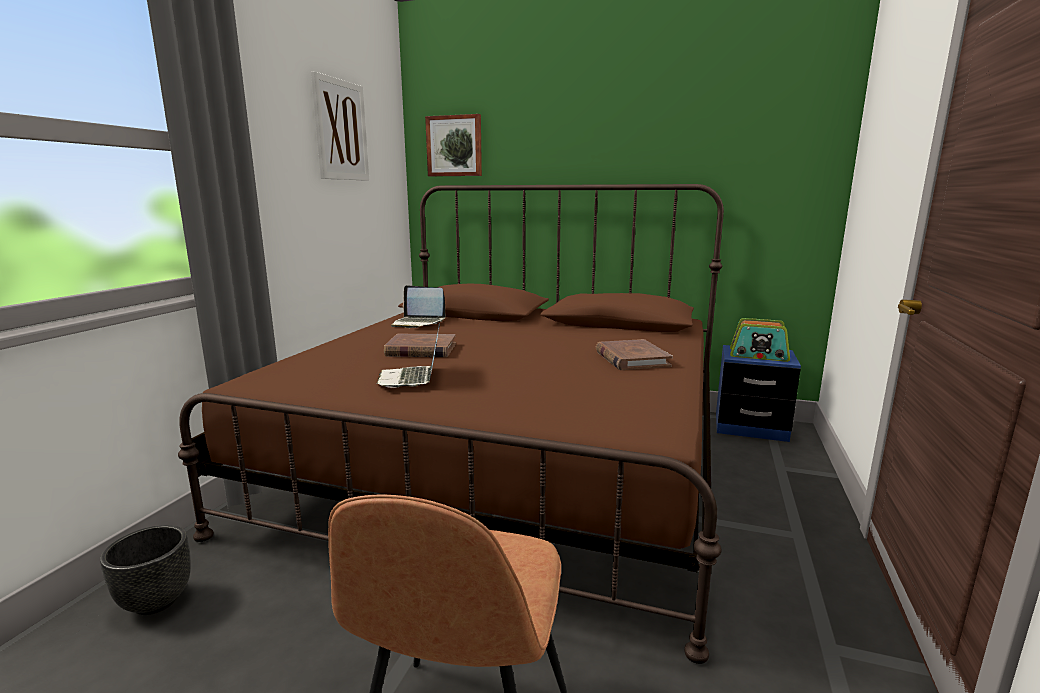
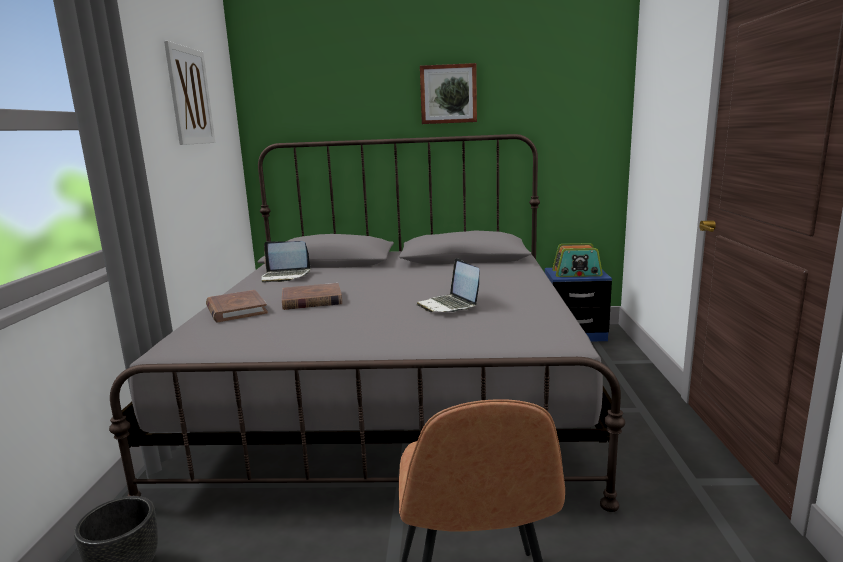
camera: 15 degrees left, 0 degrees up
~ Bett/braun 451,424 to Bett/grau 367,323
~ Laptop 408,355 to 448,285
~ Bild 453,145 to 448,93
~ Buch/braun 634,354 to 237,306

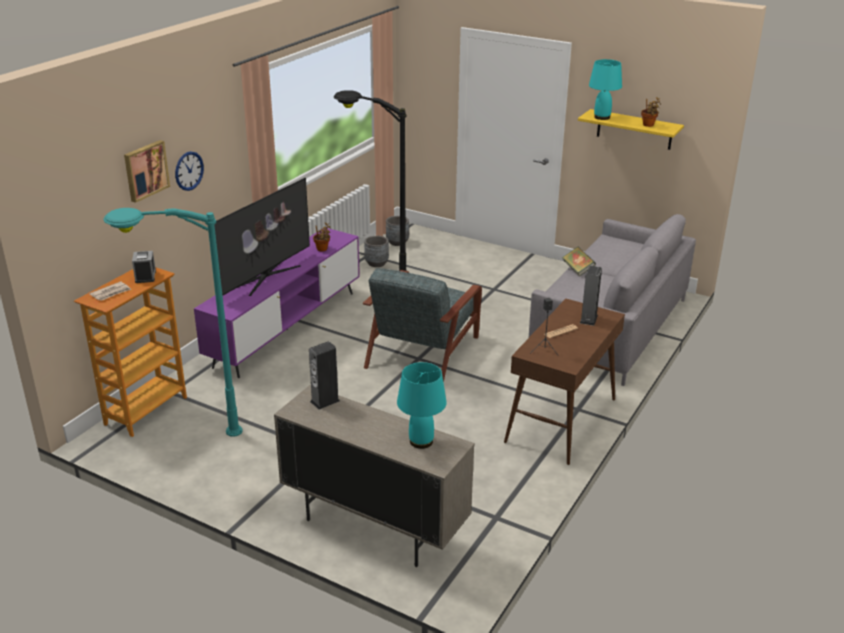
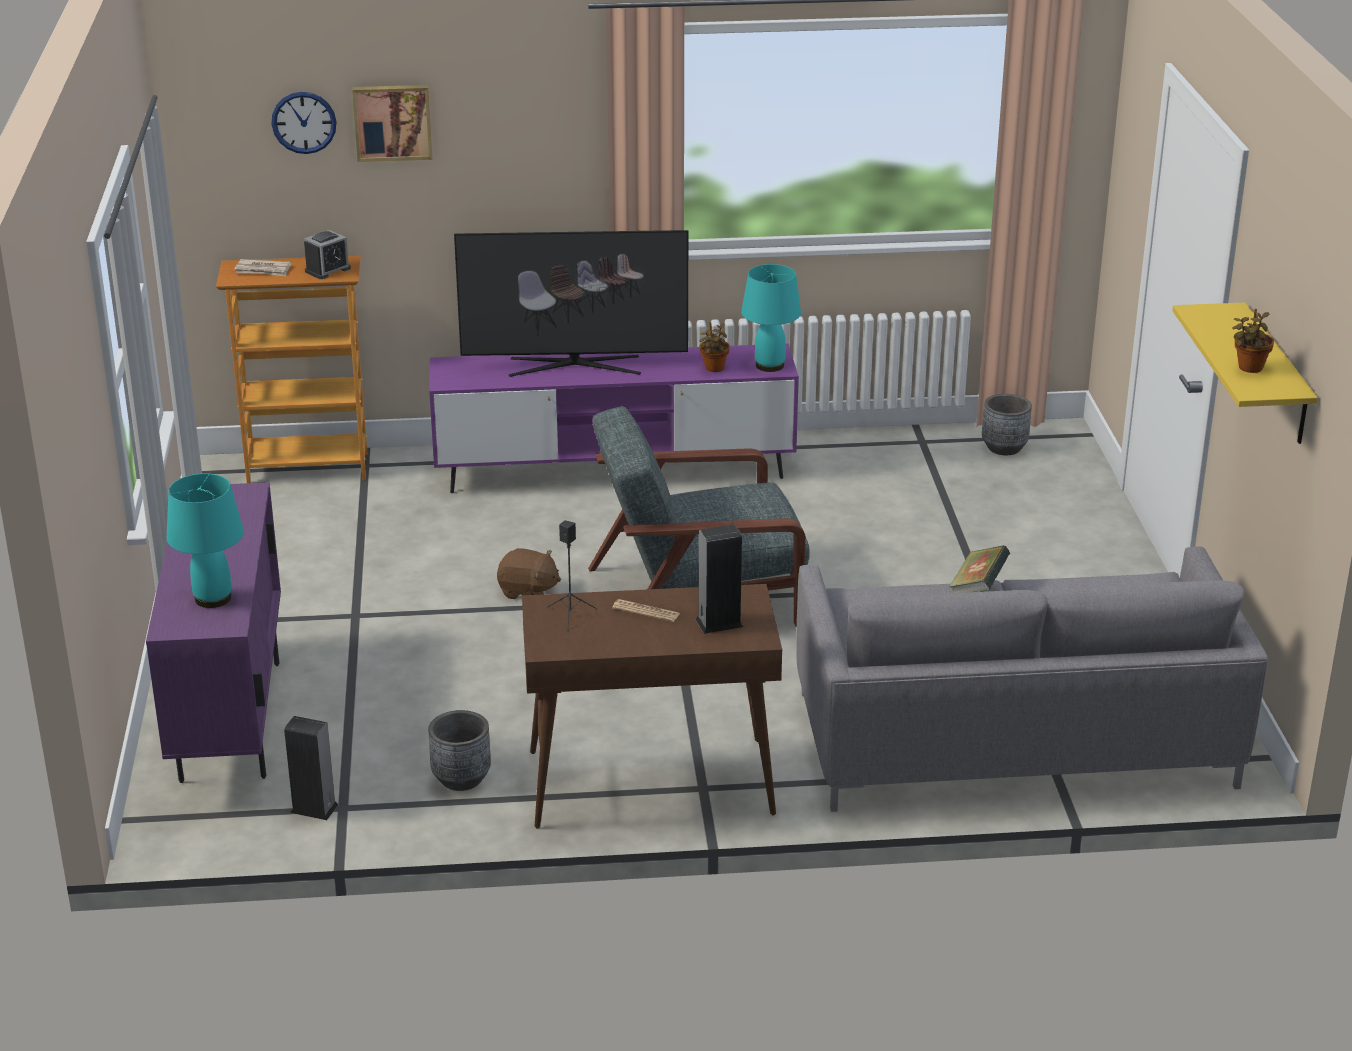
camera: 55 degrees right, 0 degrees up
- Stehlampe/türkis 173,322
~ Wanduhr 189,171 to 304,123
~ Schrank/beige 374,476 to Schrank/lila 213,632
~ Lautsprecher 324,375 to 311,768
- Stehlampe/schwarz 370,180
~ Pflanzkübel/grau 376,251 to 459,750
~ Tischlampe/türkis 605,89 to 771,318
+ Plüschtier/braun 529,573

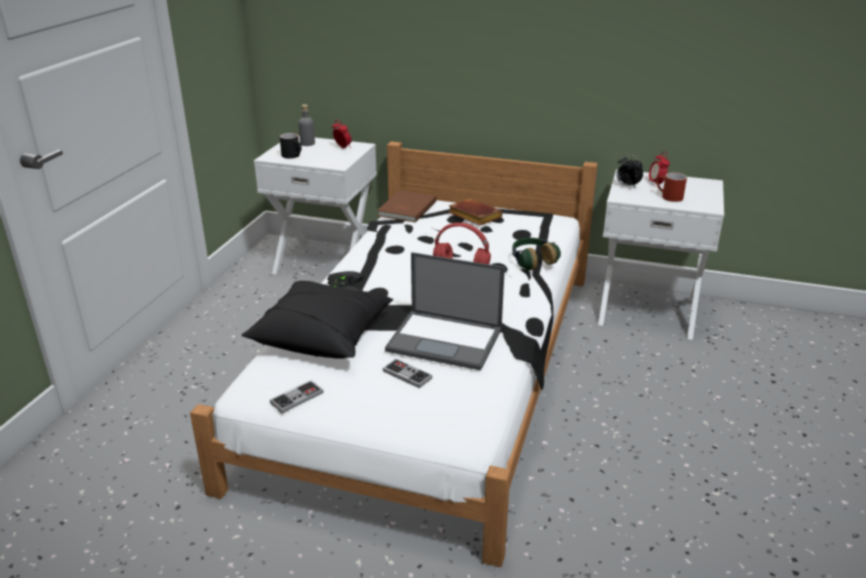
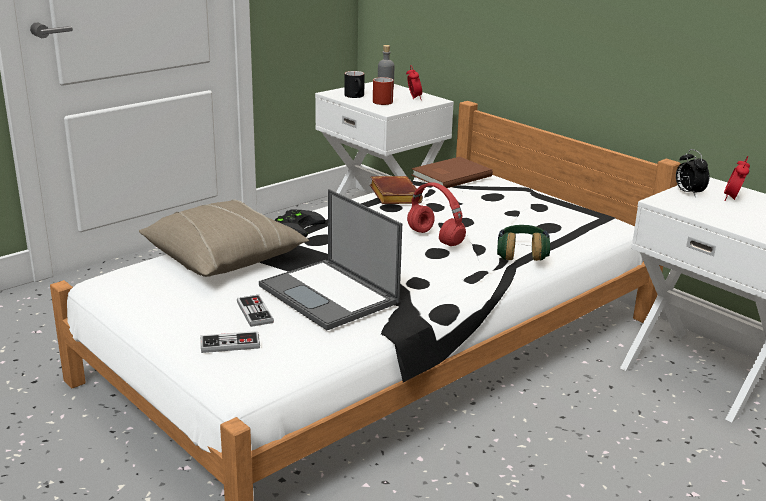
camera: 30 degrees right, 5 degrees down
~ Kissen/schwarz 317,319 to Kissen/beige 224,238
~ Gamepad 296,396 to 230,342
~ Buch/braun 475,212 to 396,190
~ Henkelbecher/rot 671,187 to 383,91

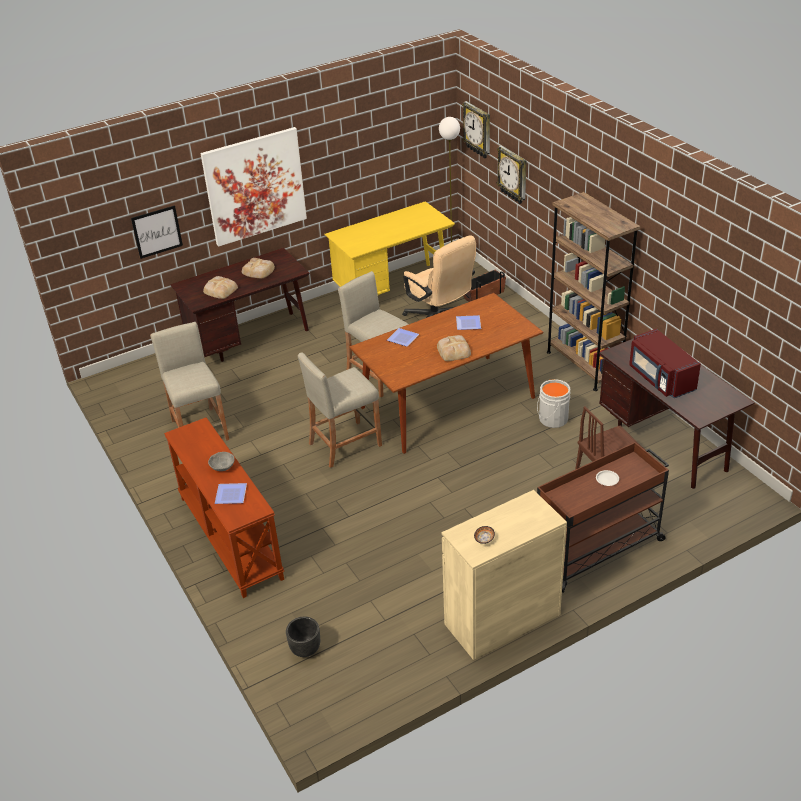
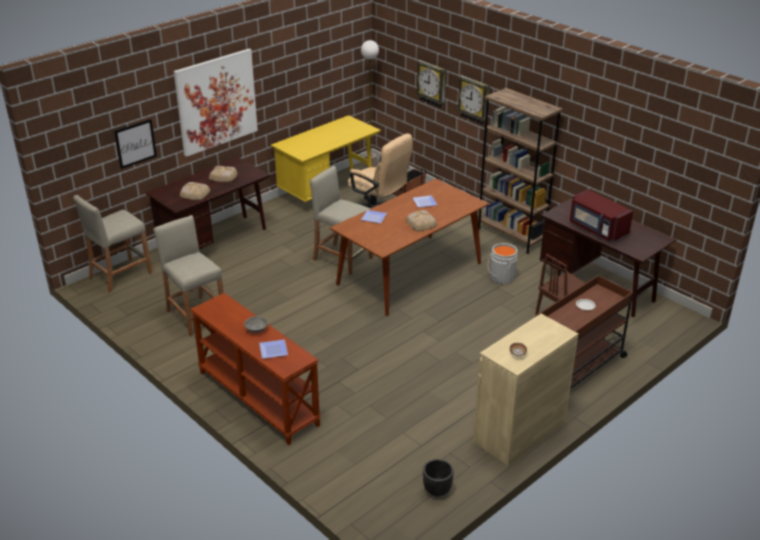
camera: 15 degrees left, 5 degrees down
~ Pflanzkübel/schwarz 303,637 to 438,478
~ Hocker/beige 340,410 to 112,244
~ Wanduhr 476,129 to 473,100

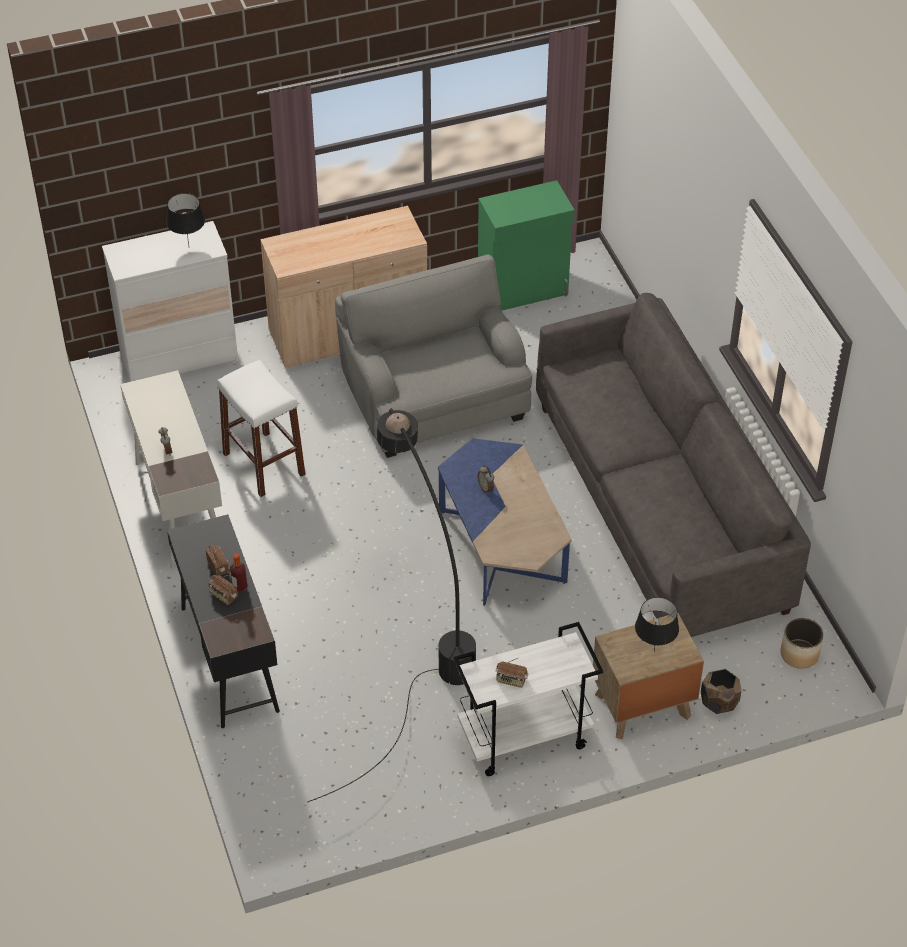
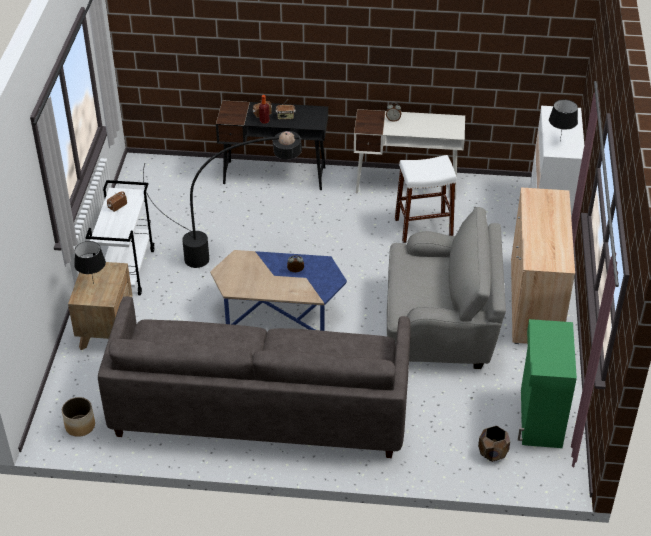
camera: 115 degrees right, 5 degrees down
~ Pflanzkübel/braun 721,691 to 494,444

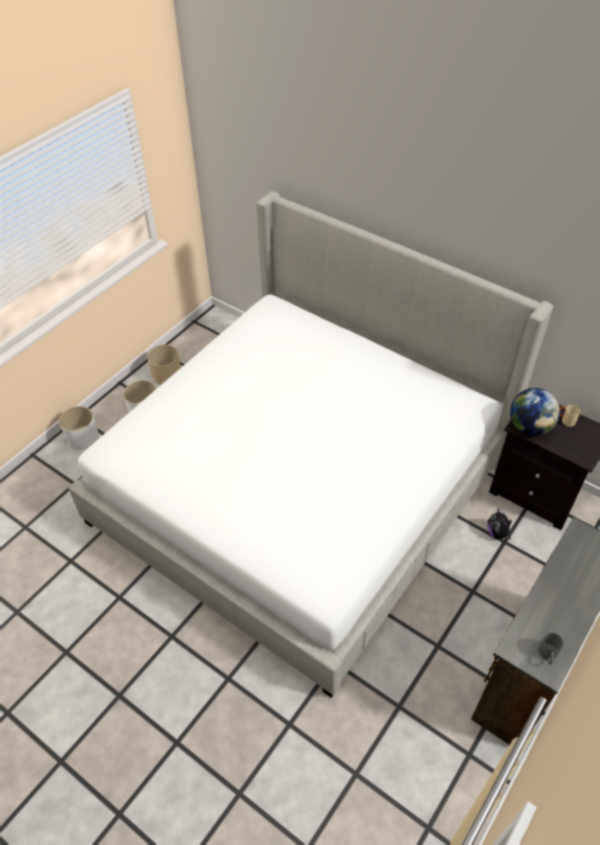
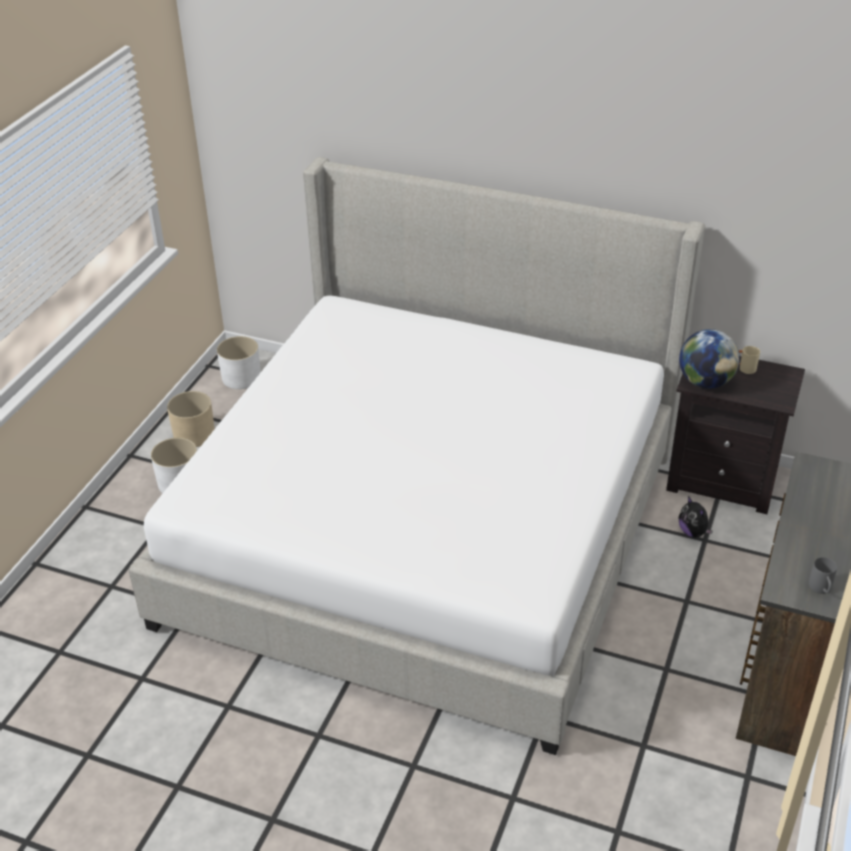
camera: 15 degrees left, 10 degrees down
~ Pflanzkübel/weiß 79,428 to 239,362

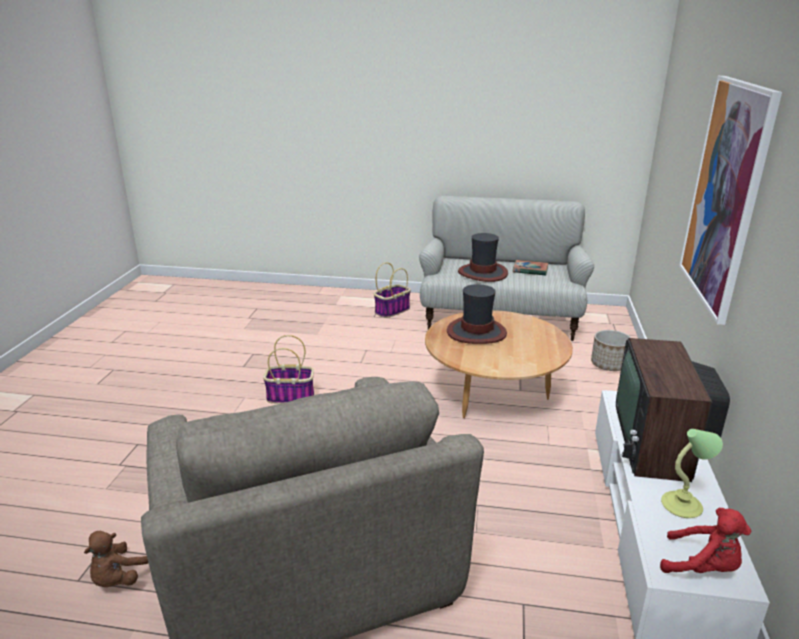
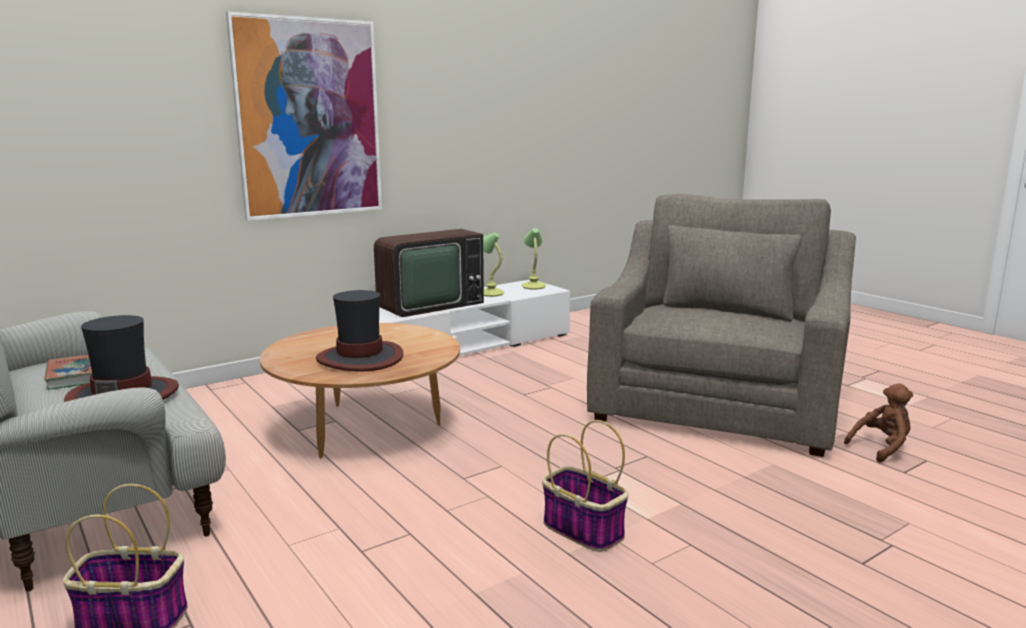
camera: 135 degrees left, 10 degrees down
- Pflanzkübel 611,350
~ Plüschtier/rot 705,540 to Tischlampe 533,259

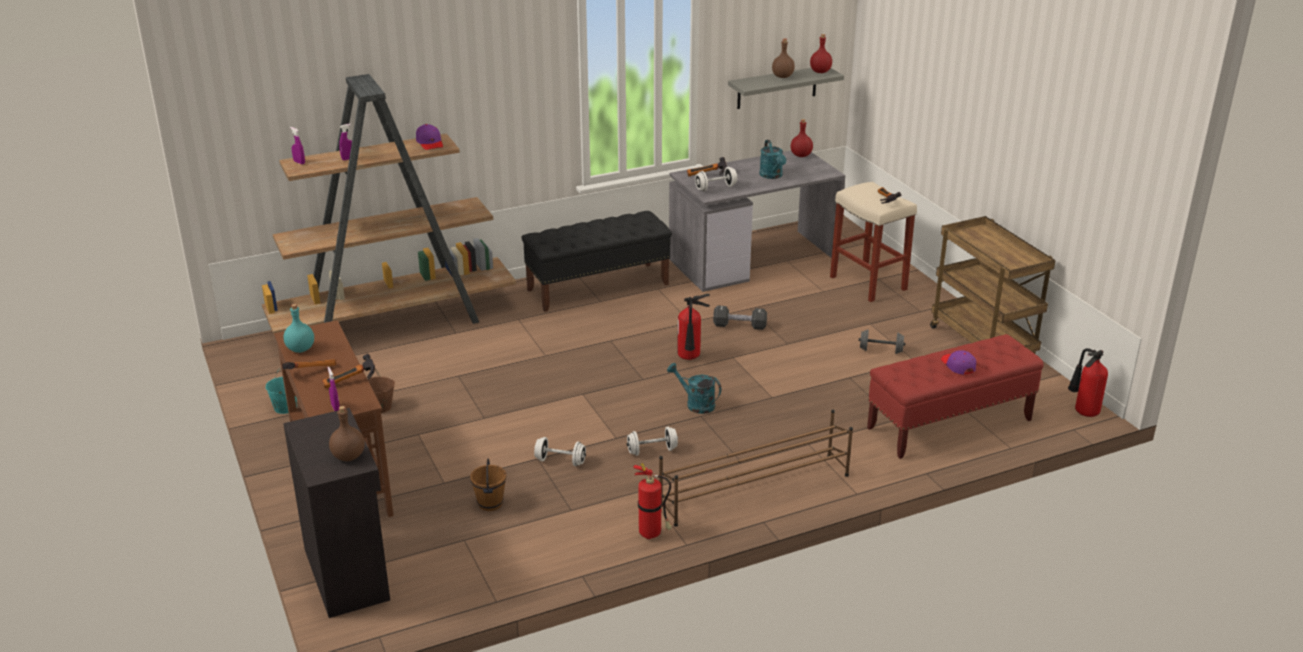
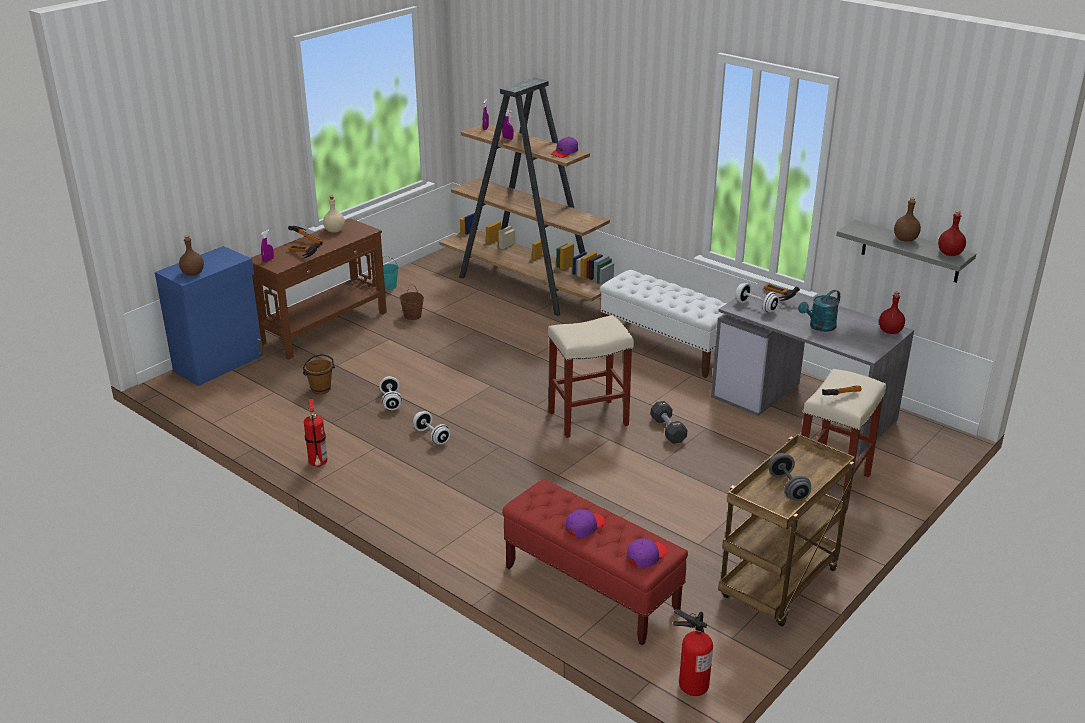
camera: 65 degrees right, 0 degrees up
~ Flasche/türkis 298,328 to Flasche/beige 334,214
~ Schrank/schwarz 336,513 to Schrank/blau 209,316
~ Bank/schwarz 597,261 to Bank/weiß 663,324
- Schuhregal/braun 756,468
- Gießkanne/türkis 694,388
~ Feuerlöscher 693,327 to Hocker/beige 591,376
~ Hantel/grau 882,342 to 790,477
+ Kappe/lila 647,553

